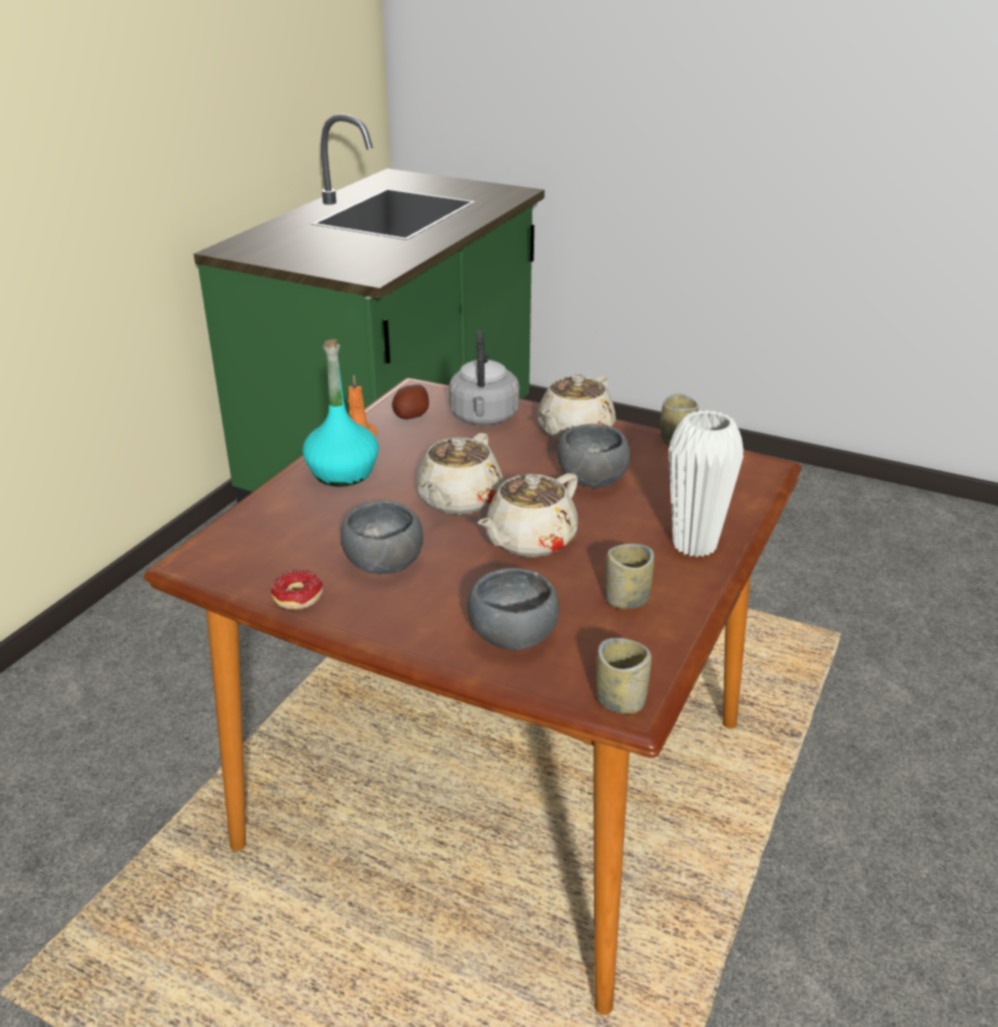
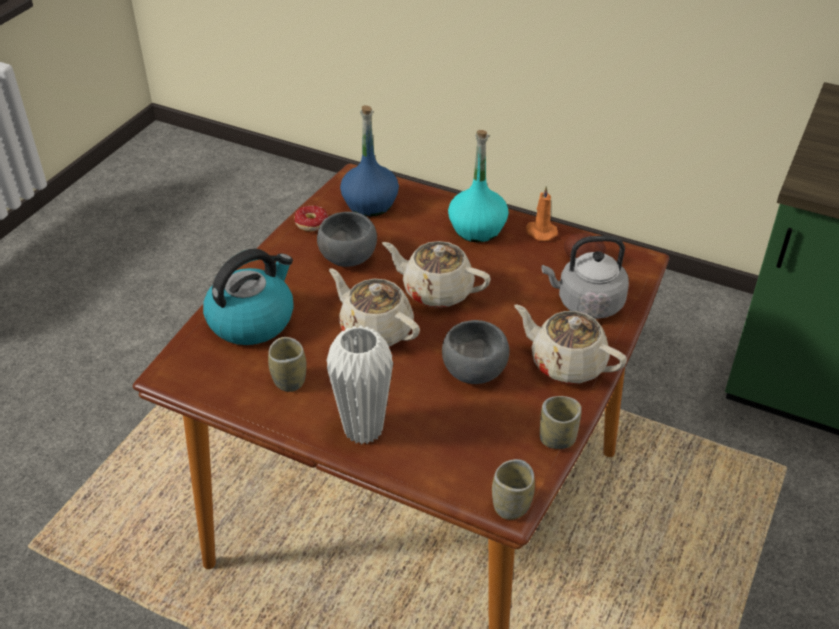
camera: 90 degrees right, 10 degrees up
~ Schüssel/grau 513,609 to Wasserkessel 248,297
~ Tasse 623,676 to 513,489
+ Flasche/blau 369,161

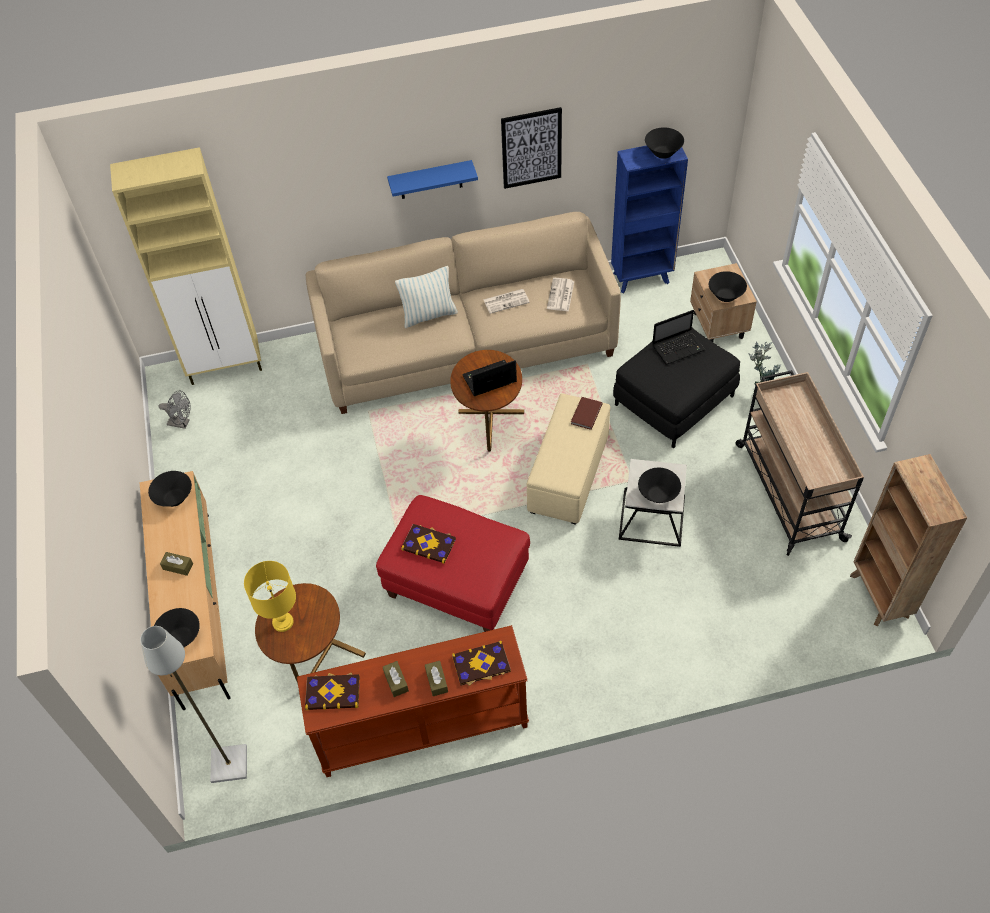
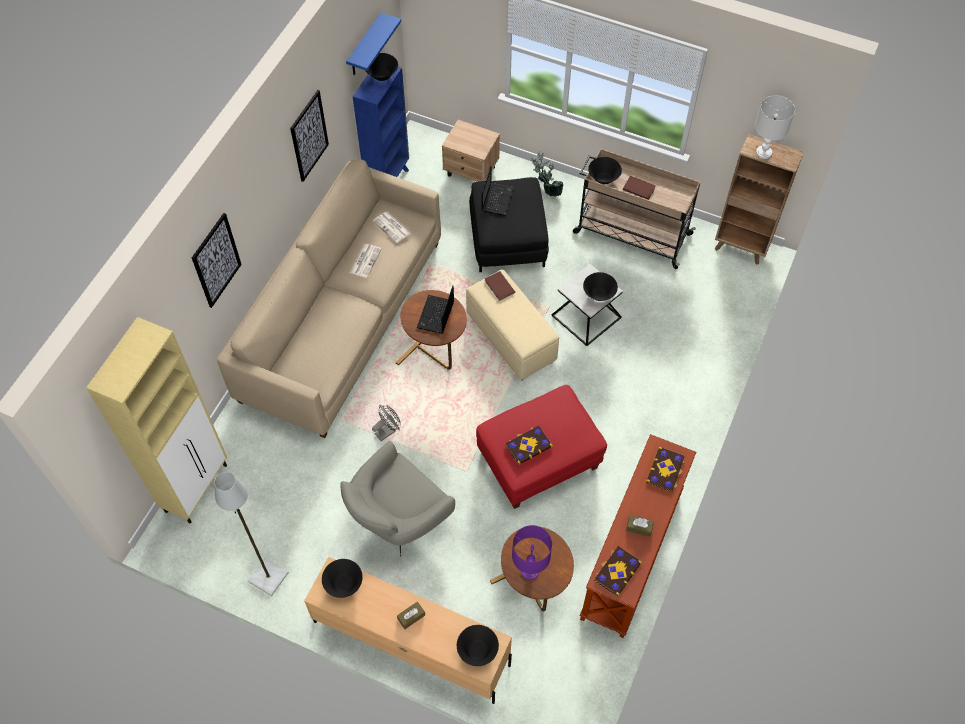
camera: 55 degrees left, 5 degrees up
~ Stehlampe/grau 193,704 to 251,534
~ Ventilator/grau 175,409 to 386,423
~ Tischlampe/gelb 270,596 to Tischlampe/lila 532,552
~ Wandregal/blau 432,179 to 373,44
- Kissen 426,297
- Taschentuchbox/braun 436,678
~ Schüssel/schwarz 728,286 to 605,170
+ Bild 217,260
+ Sessel/grau 397,498
+ Buch/braun 639,188
+ Tischlampe/weiß 775,127

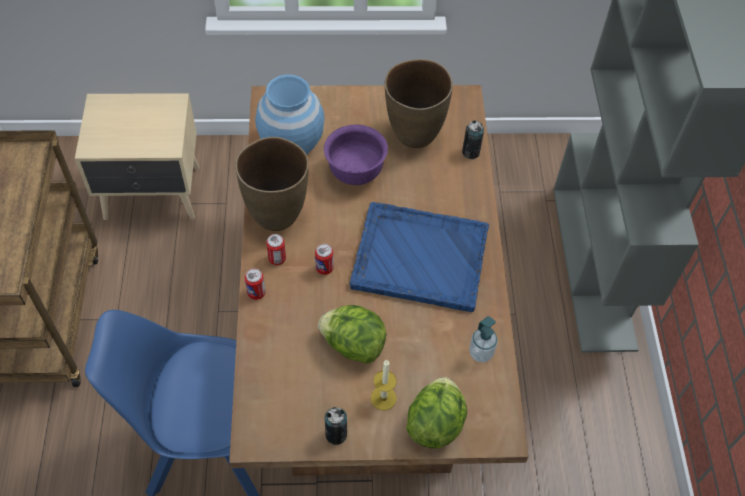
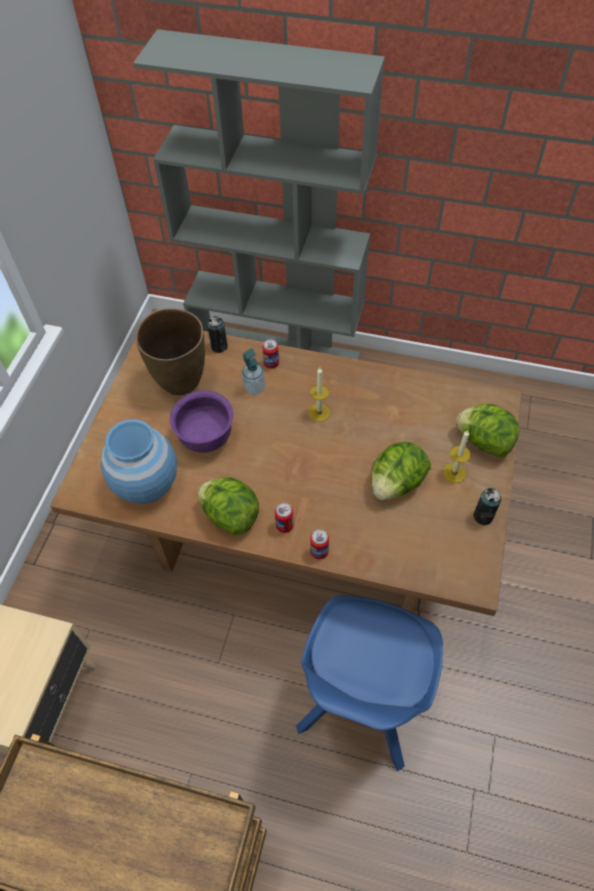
camera: 70 degrees left, 0 degrees up
~ Vase/braun 272,184 to Salatkopf 228,506
~ Dose 324,259 to 270,354
~ Tablett/blau 419,257 to Kerze 319,395
~ Seifenspender 483,339 to 253,371

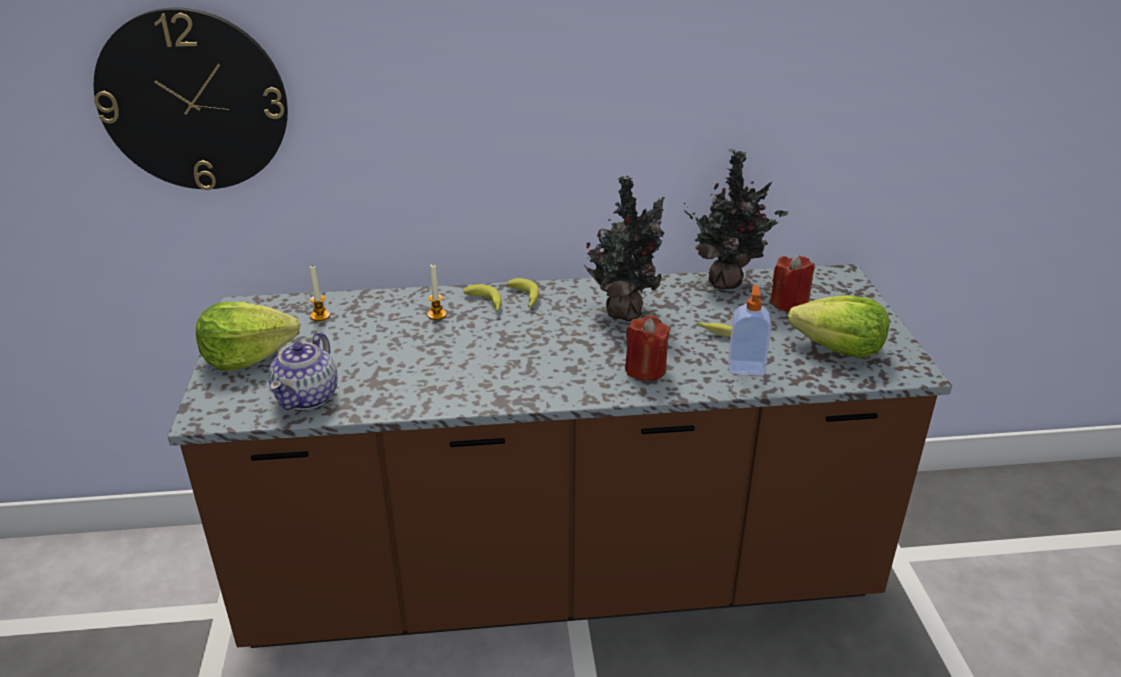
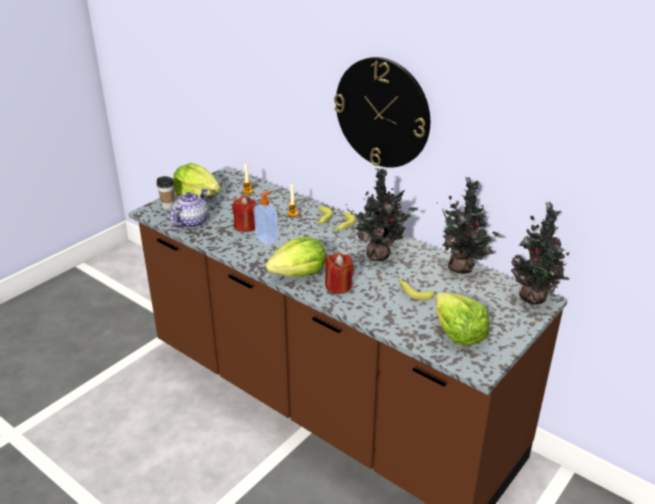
camera: 45 degrees right, 0 degrees up
~ Wanduhr 191,99 to 382,112
~ Teekanne 303,371 = 189,208 150 degrees clockwise
~ Seifenspender 749,330 to 266,218
~ Kerze/rot 792,283 to 244,214
+ Tasse 166,193
+ Salatkopf 296,256
+ Topfpflanze 540,253

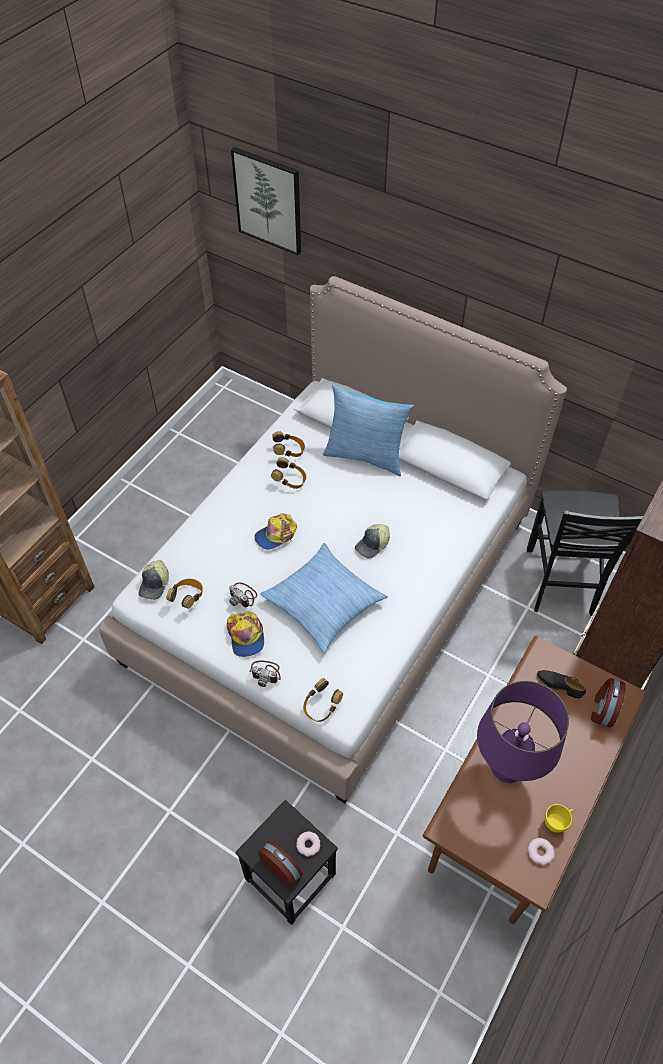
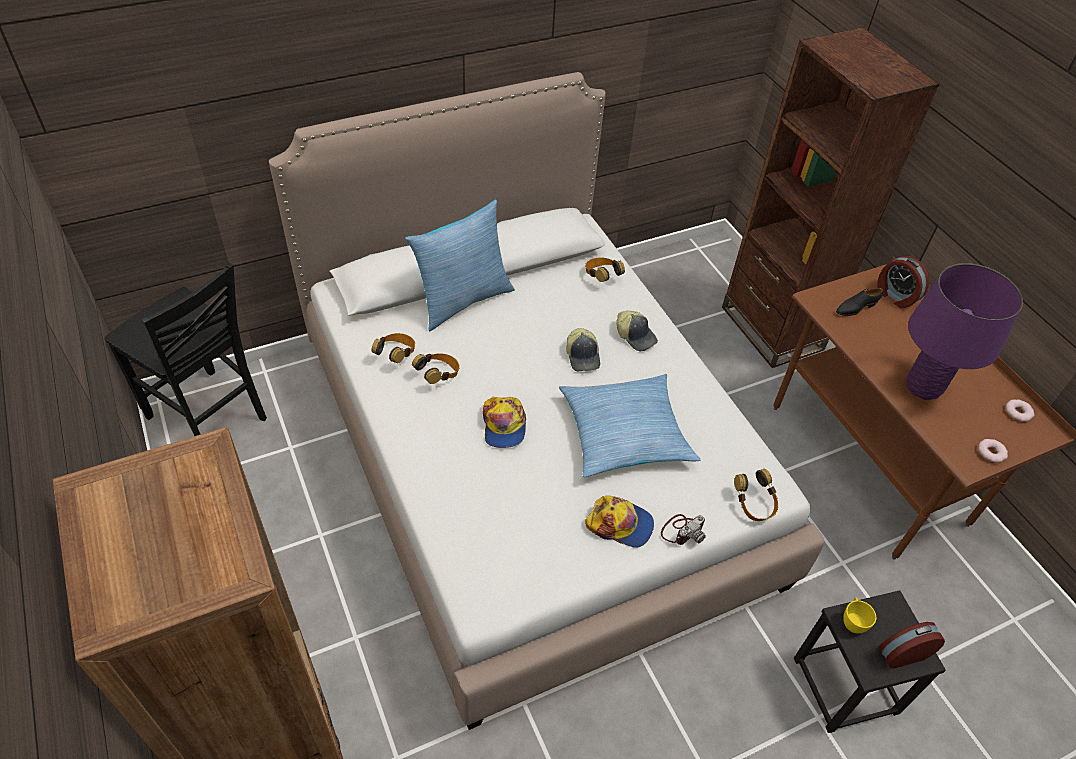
camera: 60 degrees left, 5 degrees down
~ Kappe 154,580 to 637,331
~ Kopfhörer 184,594 to 605,269
- Kamera 243,594
- Bild 266,201
~ Donut 308,844 to 993,451
~ Stuhl/schwarz 585,553 to 185,349
~ Tasse/gelb 559,818 to 859,615

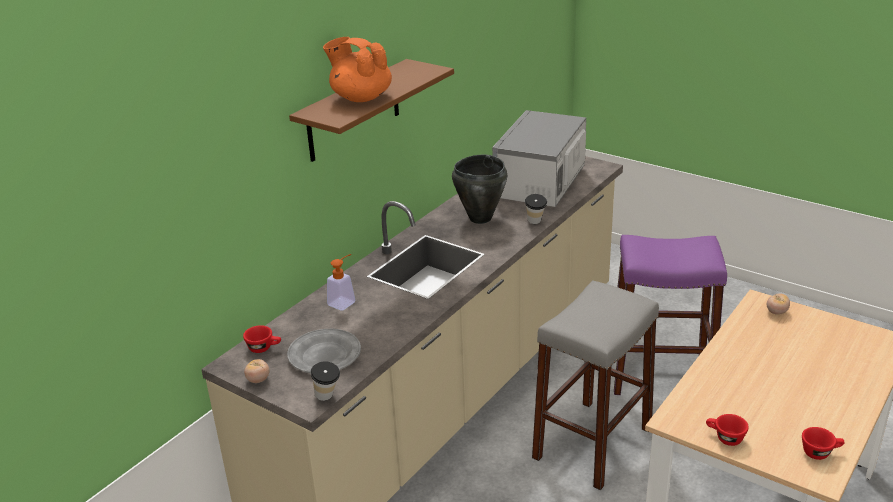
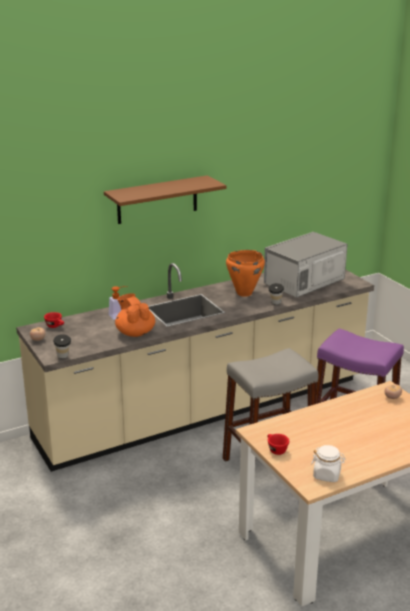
camera: 25 degrees right, 5 degrees down
- Teller/grau 324,351
~ Teekanne/orange 357,69 to 135,315
~ Kochtopf/schwarz 479,189 to Kochtopf/orange 245,273
~ Tasse/rot 823,443 to Vorratsglas/weiß 328,463

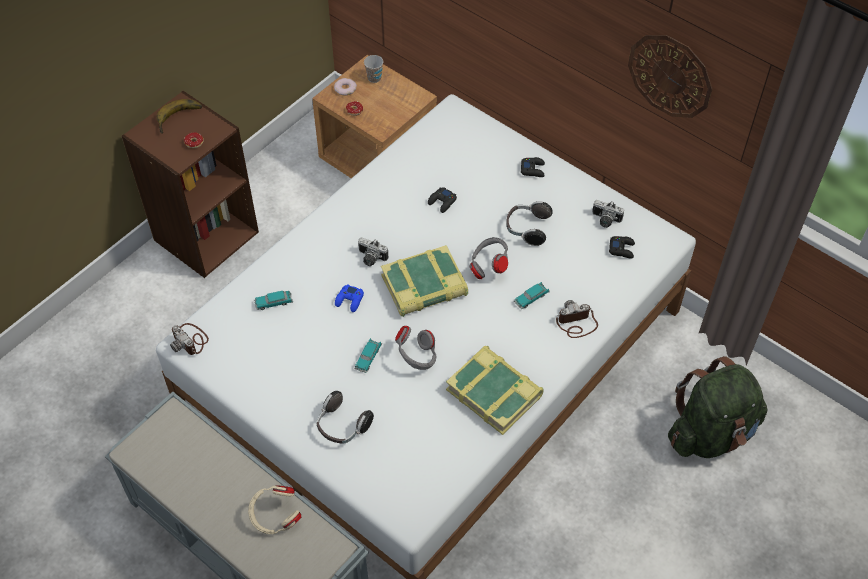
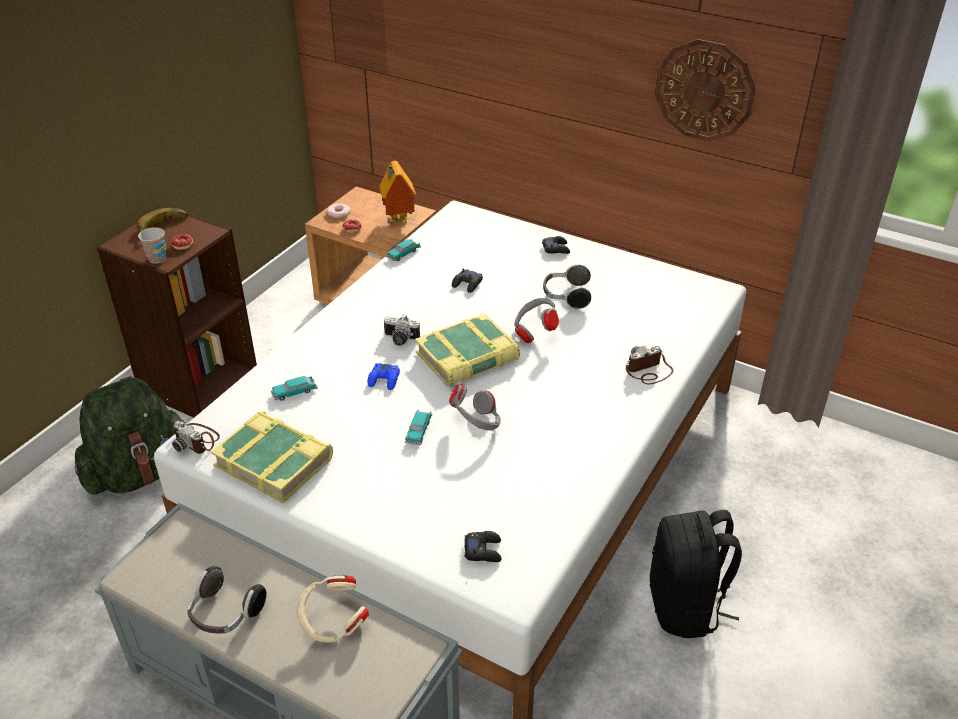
camera: 10 degrees left, 15 degrees down
~ Kopfhörer 345,417 to 227,600
~ Tasse 373,69 to 152,245
~ Buch 495,390 to 271,457
~ Spielzeugauto 532,295 to 403,250
- Kamera 608,214
~ Gamepad/schwarz 622,247 to 483,546
~ Rucksack/grün 718,407 to 130,435
+ Spielzeughaus 397,193
+ Rucksack/schwarz 696,574

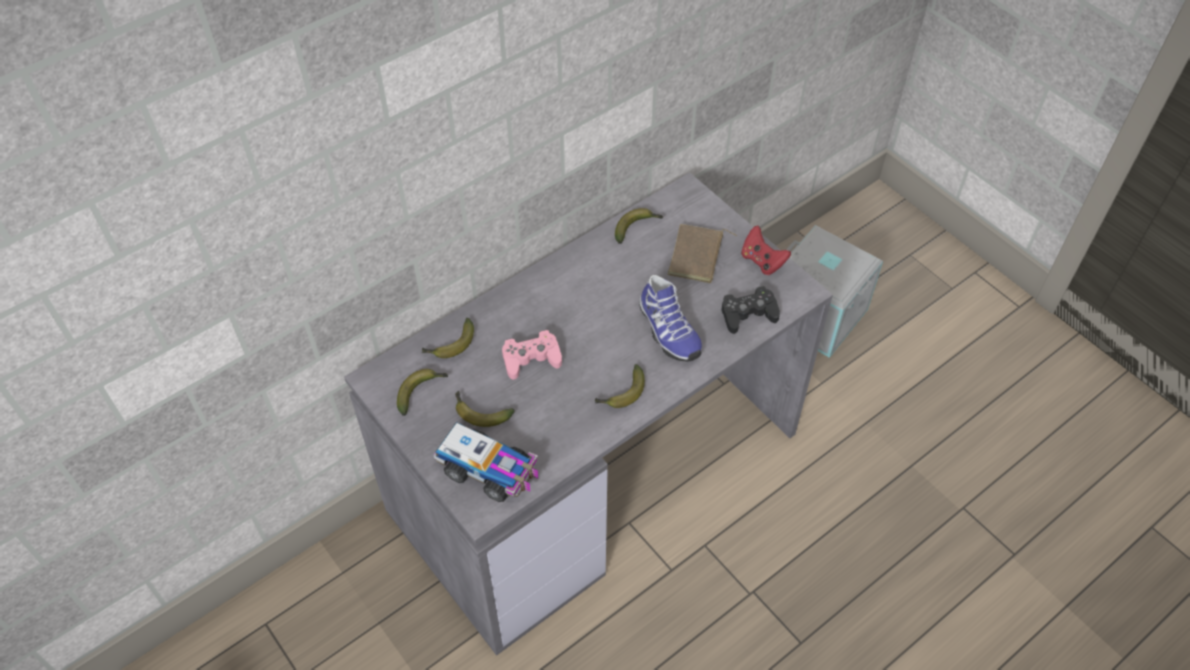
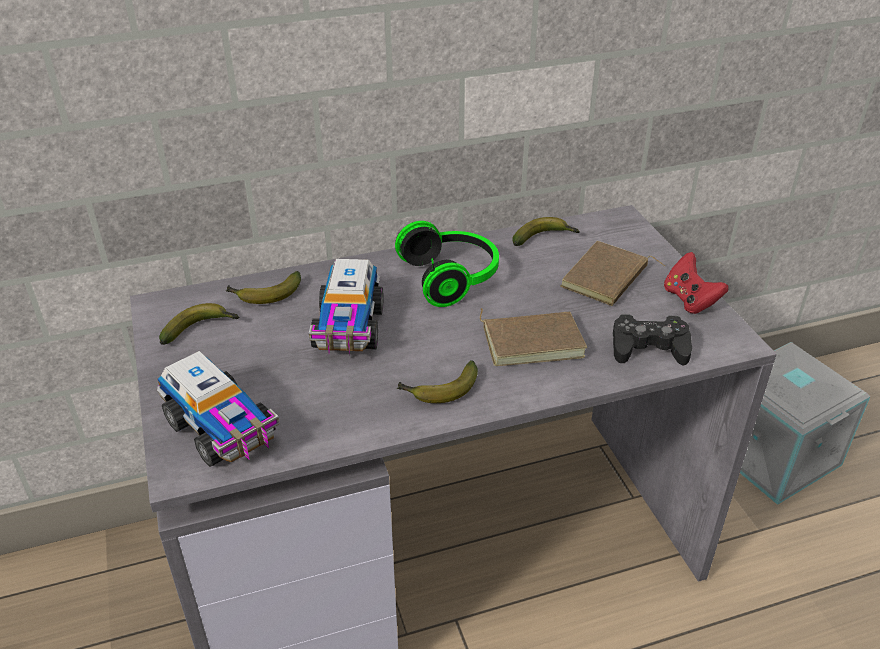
camera: 20 degrees right, 15 degrees down
- Banane 485,409
~ Gamepad/rosa 532,355 to Spielzeuglaster 346,306
~ Schuh 670,318 to Buch/braun 533,337
+ Kopfhörer 447,264

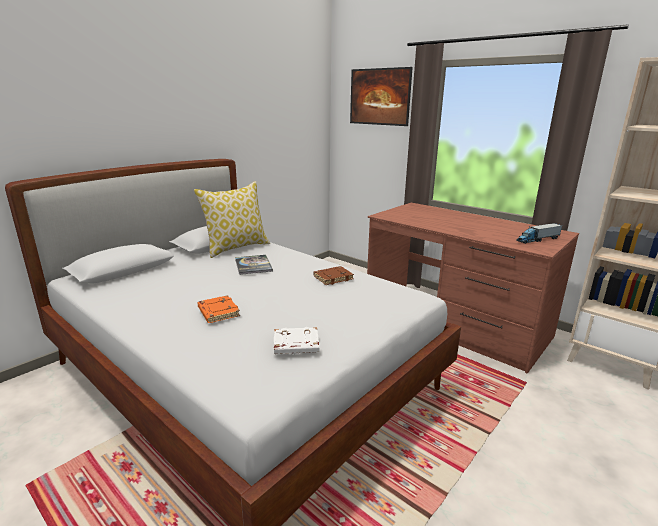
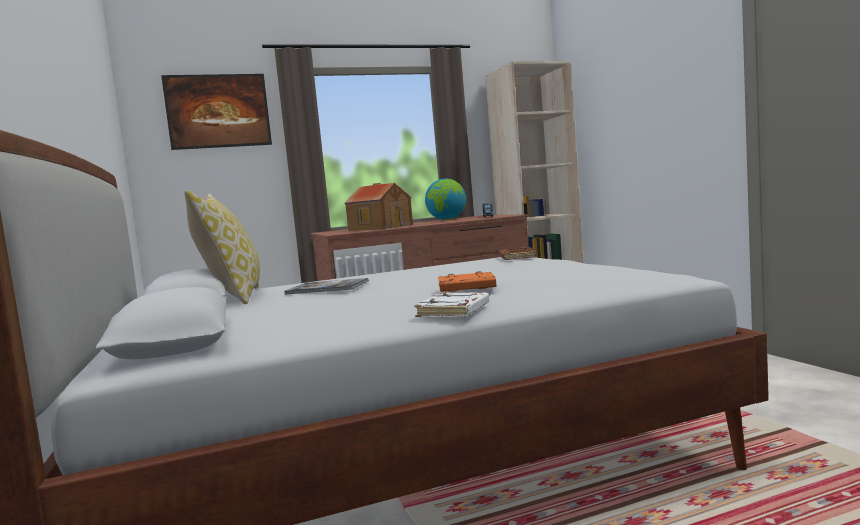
camera: 60 degrees left, 15 degrees down
~ Buch/weiß 296,340 to 451,304
~ Buch/braun 333,275 to 518,253
+ Spielzeughaus 379,207
+ Globus 445,199

